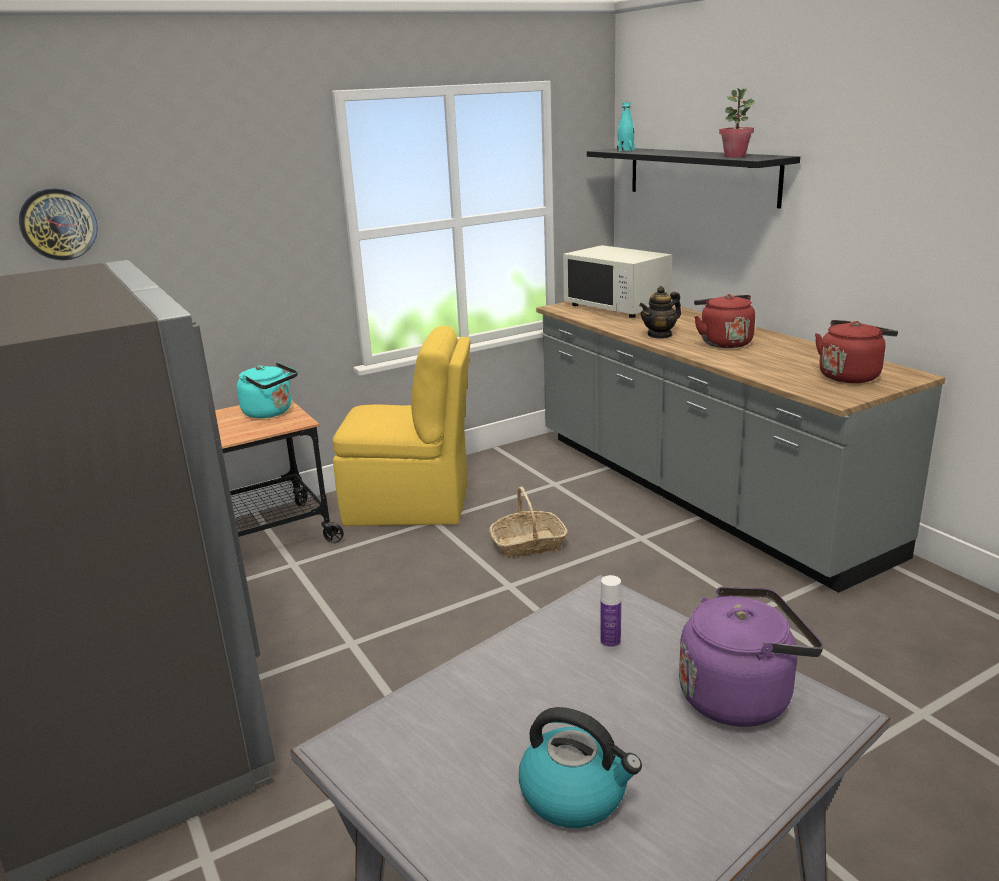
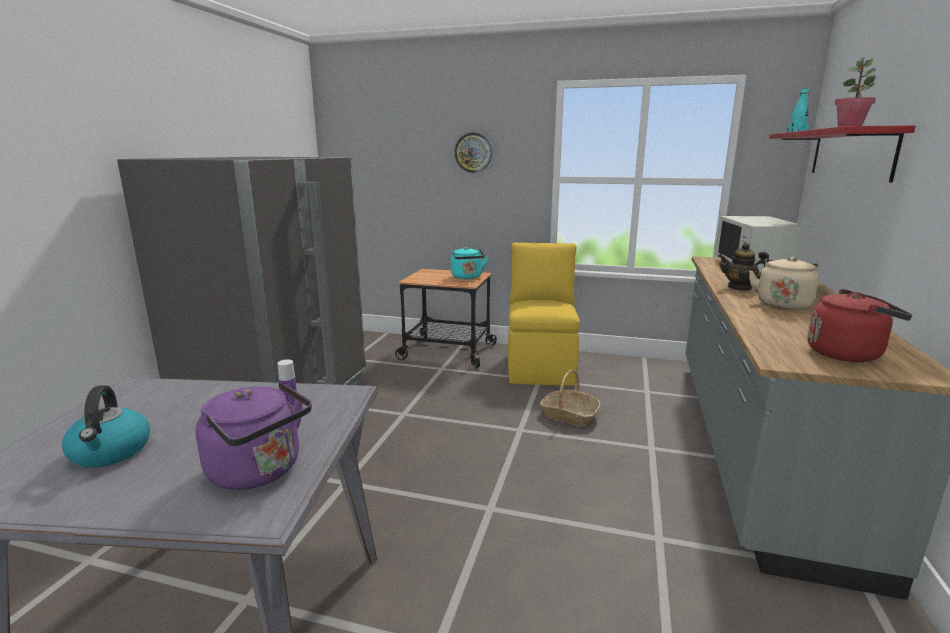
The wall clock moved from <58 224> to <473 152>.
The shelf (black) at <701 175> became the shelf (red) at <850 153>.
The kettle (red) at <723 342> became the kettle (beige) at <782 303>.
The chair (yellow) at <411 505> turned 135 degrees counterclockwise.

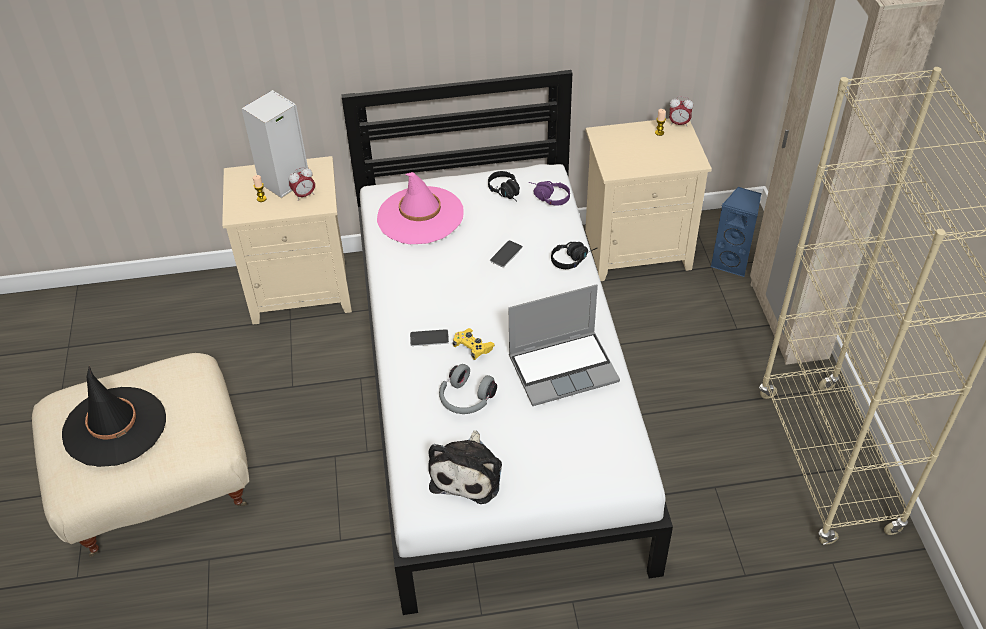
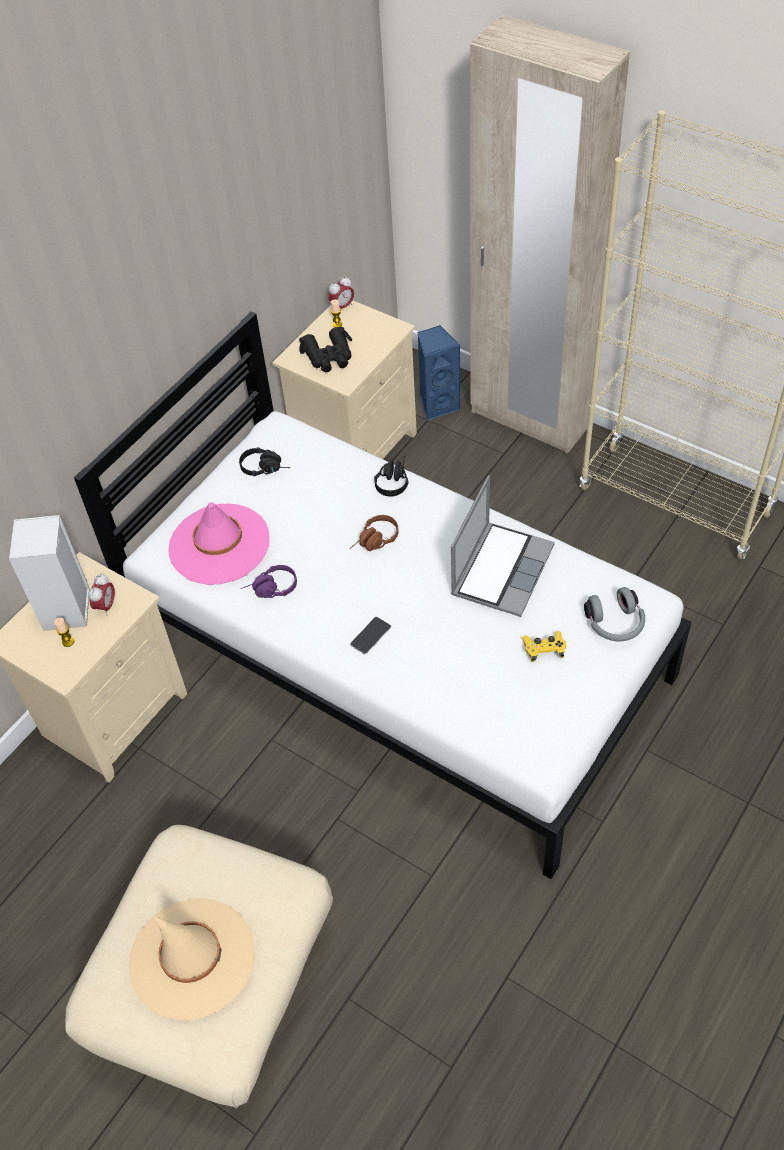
The plush toy at <468 472> disappeared.
The phone at <506 254> disappeared.
The binoculars (black) at <329 356> appeared.
The headphones (brown) at <375 542> appeared.
The headphones (grey) moved from <466 399> to <615 624>.
The game controller (yellow) moved from <472 348> to <544 650>.
The headphones (purple) moved from <547 197> to <270 590>.
The hat (black) at <115 427> became the hat (beige) at <192 958>.

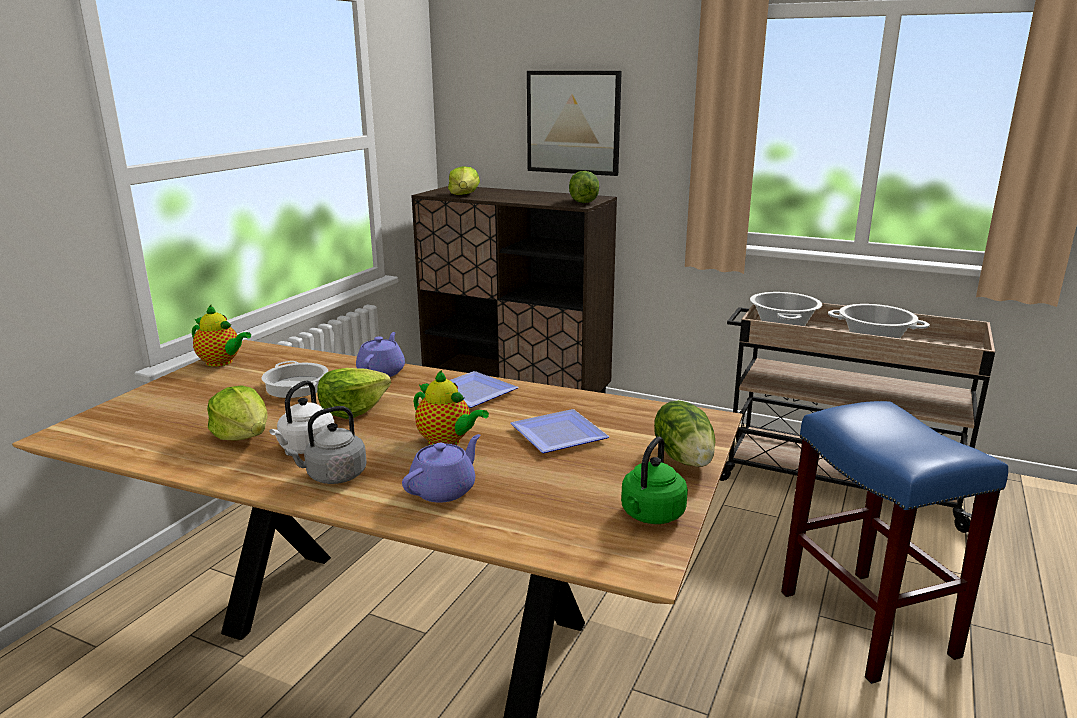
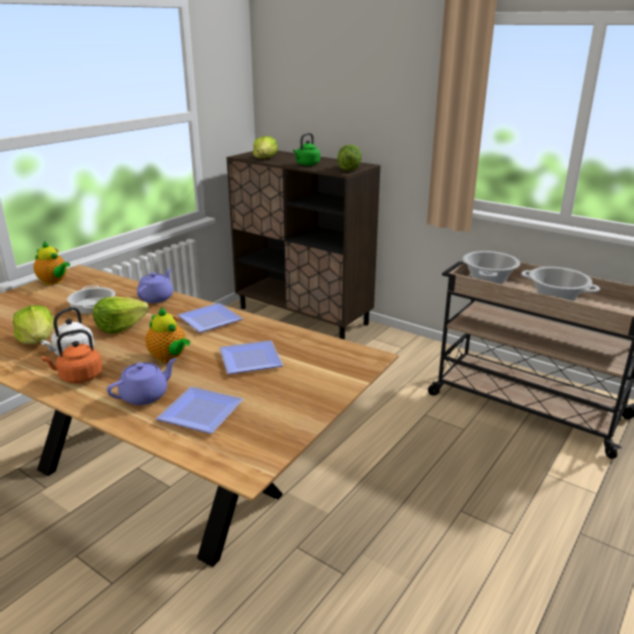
The picture at <573 122> disappeared.
The lettuce at <685 457> disappeared.
The stool (blue) at <869 624> disappeared.
The plate at <197 413> appeared.
The kettle (green) moved from <651 515> to <307 164>.
The kettle (grey) at <333 476> became the kettle (orange) at <78 377>.

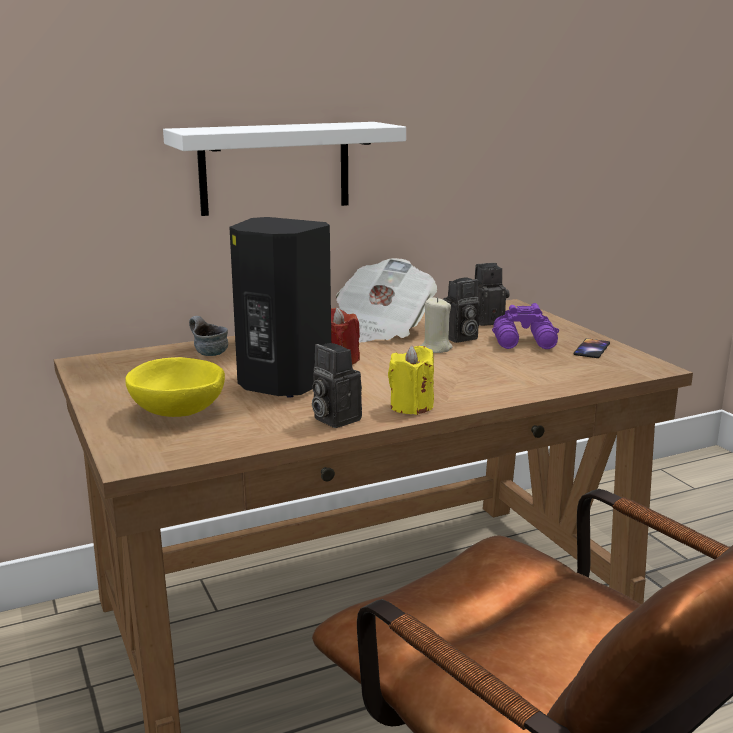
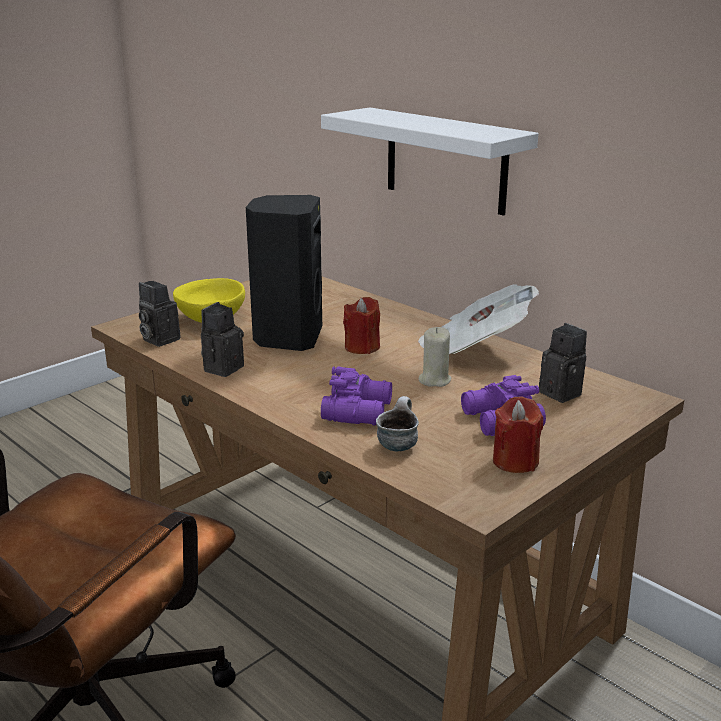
The candle (yellow) at <411 406> disappeared.
The binoculars (purple) at <359 411> appeared.
The mug moved from <207 353> to <397 443>.
The photo camera moved from <459 338> to <158 339>.
The phone at <591 349> was replaced by the candle (red) at <515 461>.

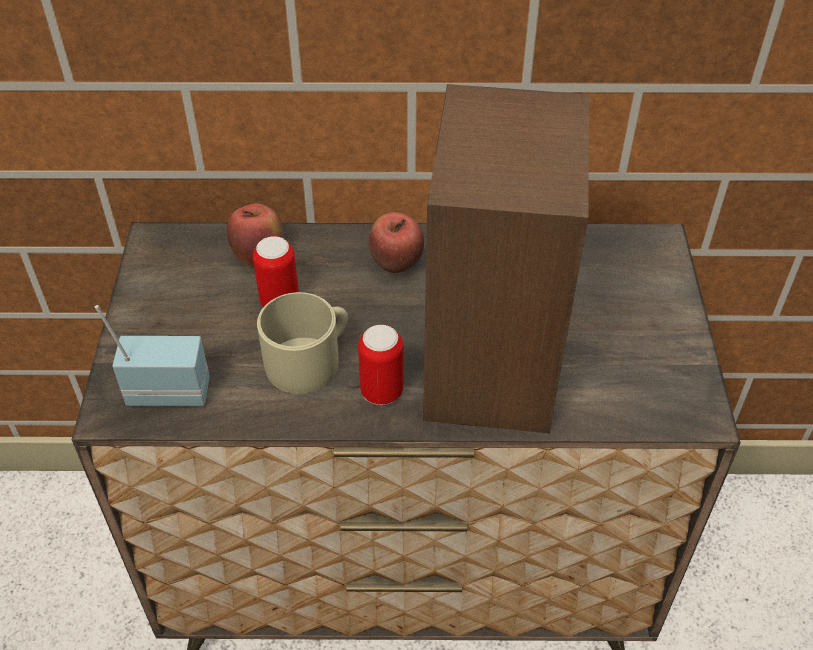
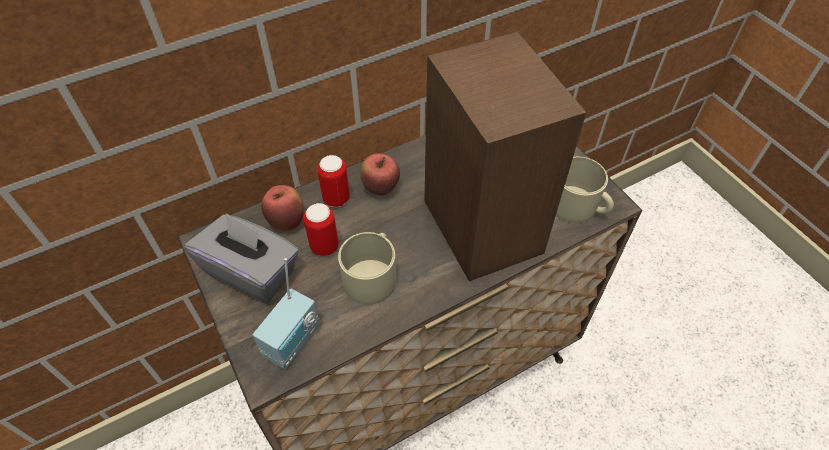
The tissue box (grey) at <252 272> appeared.
The mug (beige) at <578 207> appeared.
The can moved from <382 391> to <336 198>.
The radio at <169 390> turned 150 degrees clockwise.

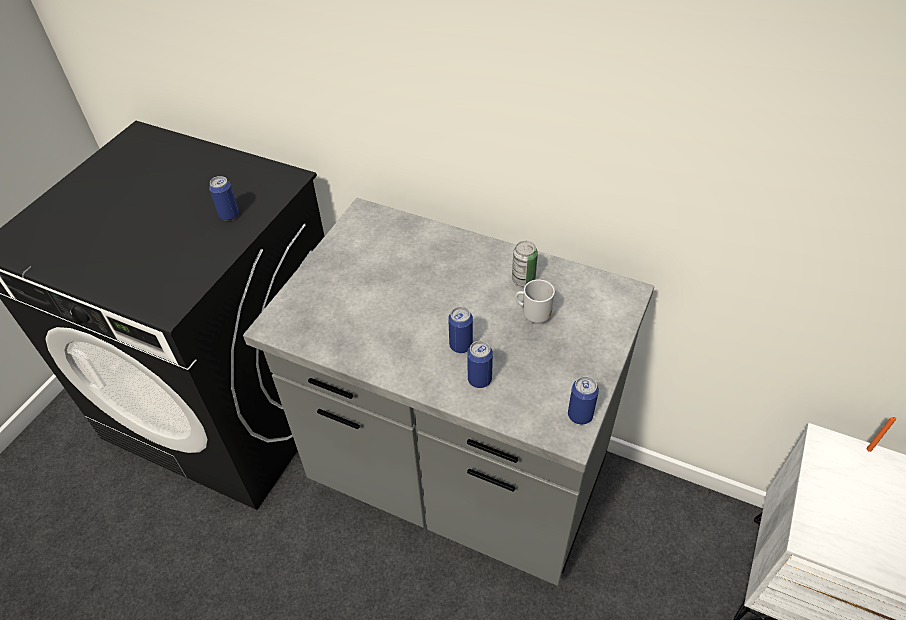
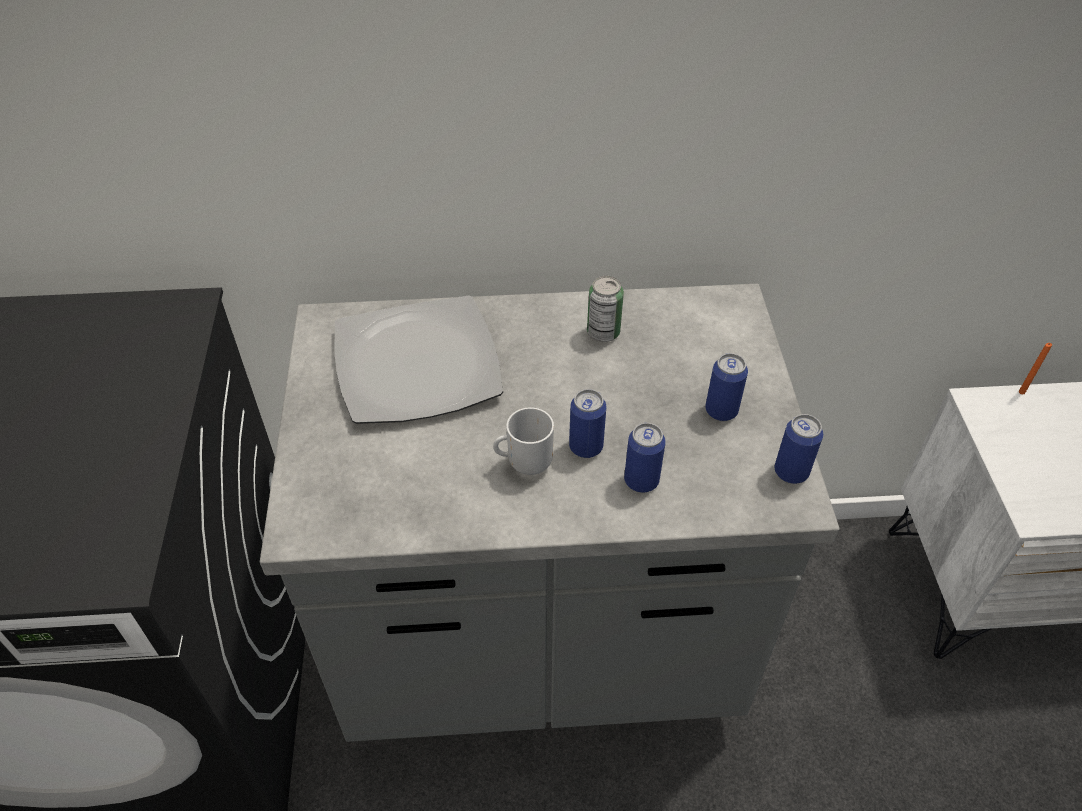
The plate at <415 364> appeared.
The can moved from <229 215> to <721 411>.
The mug moved from <534 315> to <526 462>.

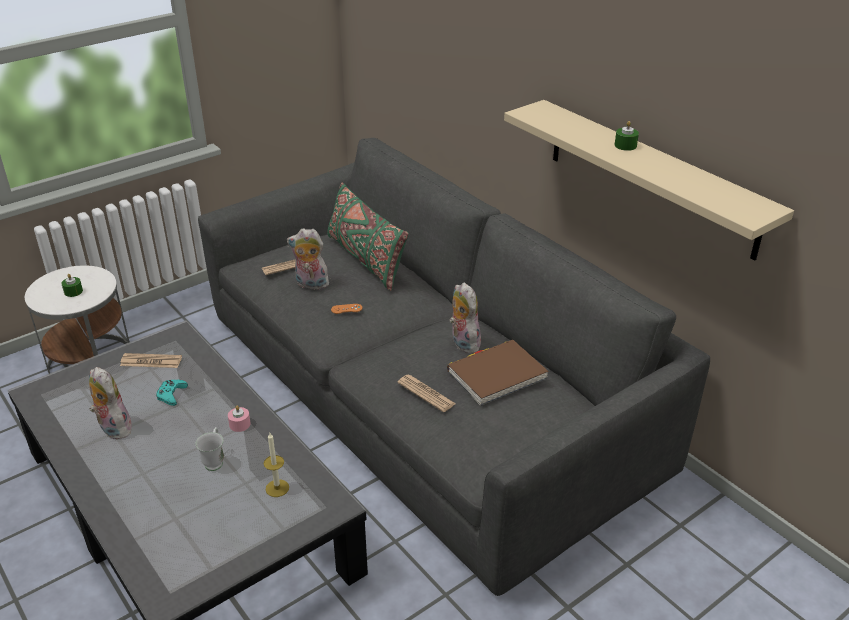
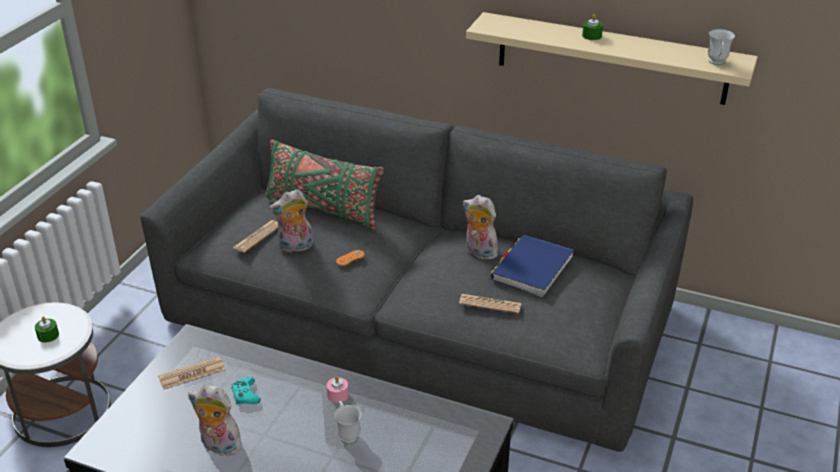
The candle at <277 488> disappeared.
The mug (white) at <717 63> appeared.
The book (brown) at <496 375> became the book (blue) at <532 269>.

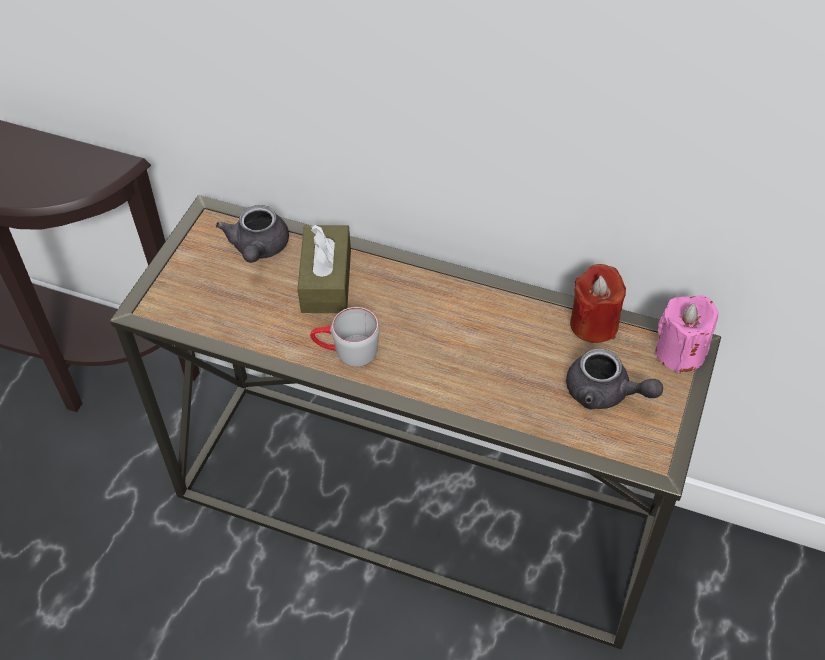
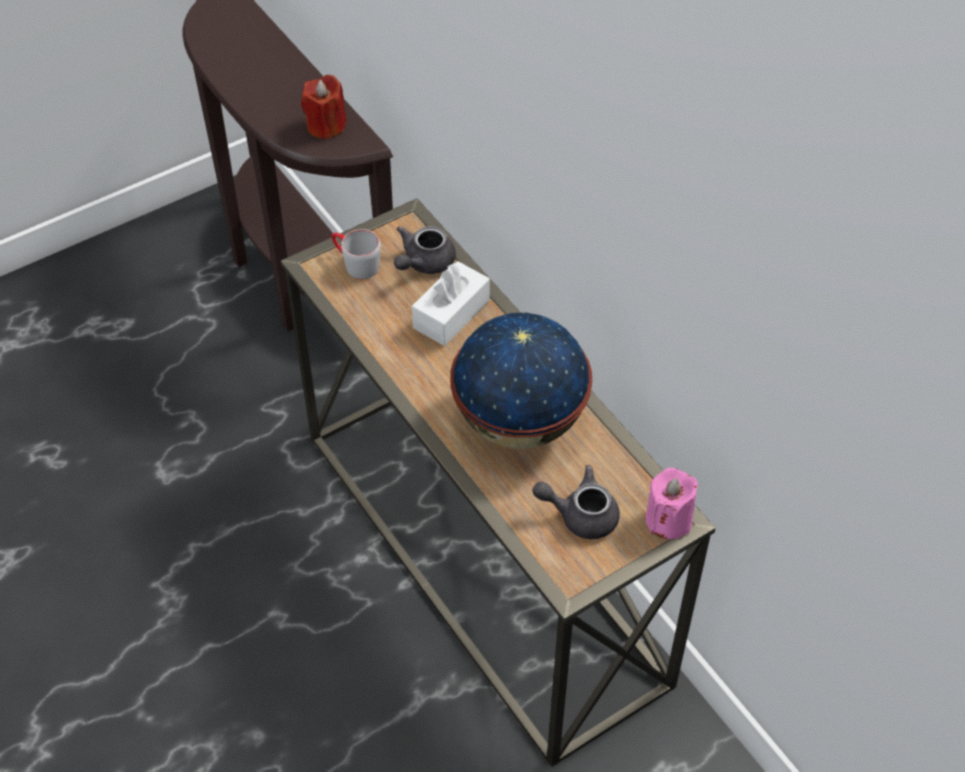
The globe at <520 421> appeared.
The mug (grey) moved from <346 352> to <355 264>.
The candle (red) moved from <593 324> to <326 126>.
The tissue box (brown) at <326 281> became the tissue box (white) at <451 314>.
The teapot (grey) at <605 393> turned 120 degrees clockwise.

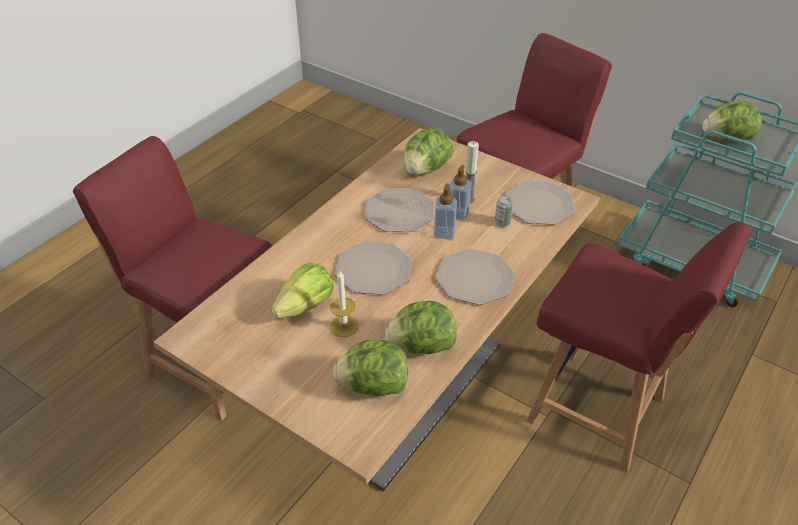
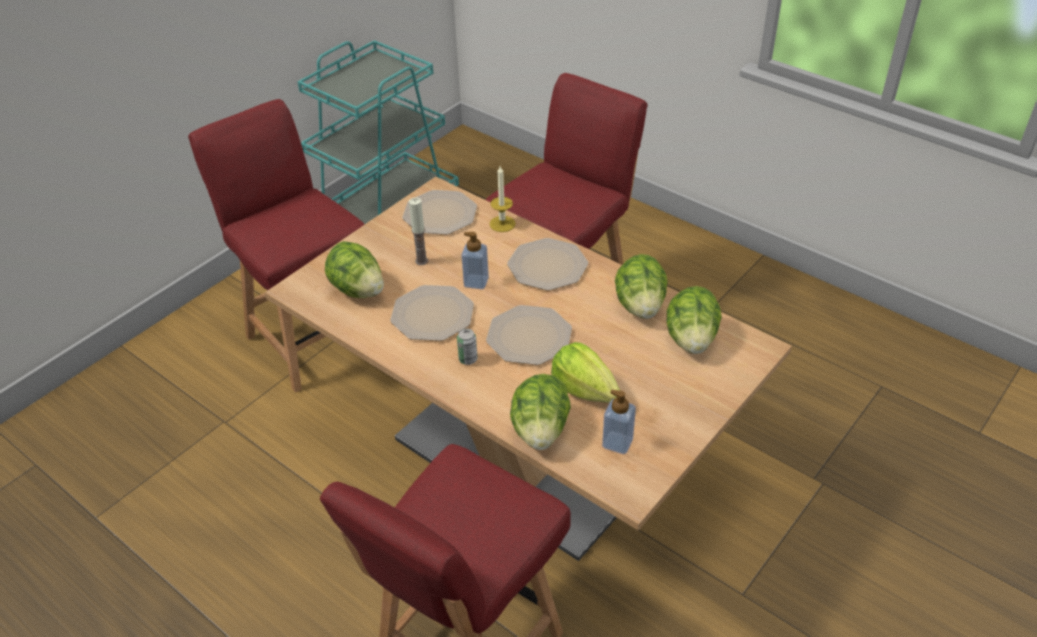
The candle moved from <344 326> to <502 224>.
The soap dispenser moved from <458 214> to <617 443>.
The can moved from <502 223> to <468 359>.
The lettuce moved from <726 139> to <540 430>.

